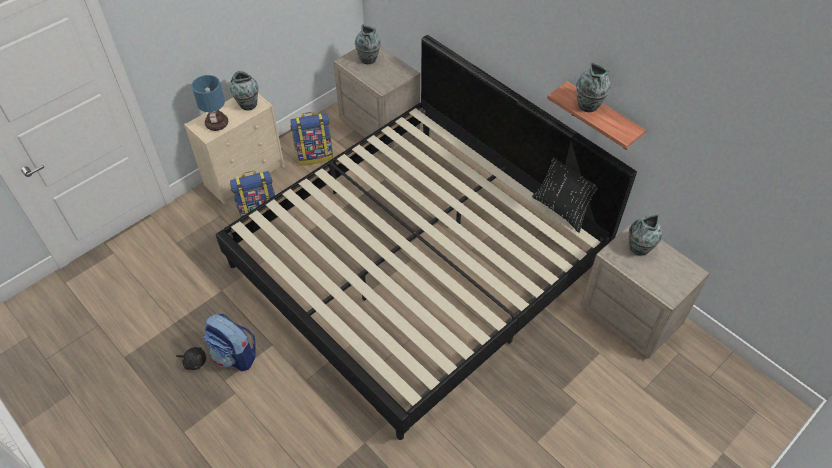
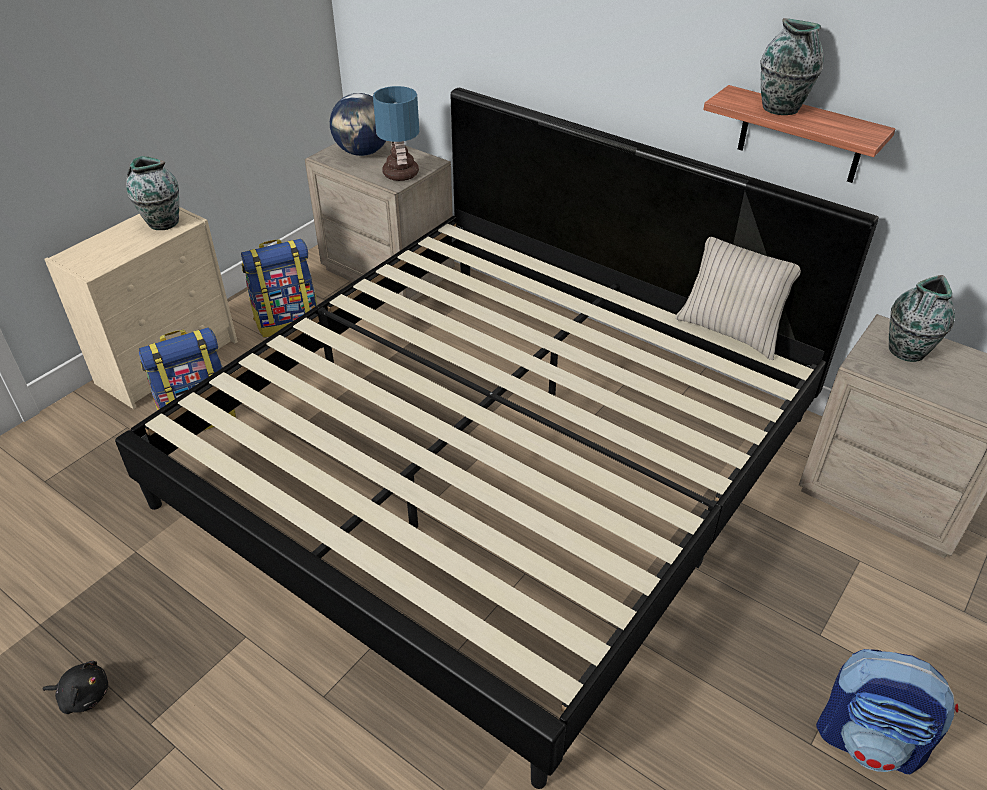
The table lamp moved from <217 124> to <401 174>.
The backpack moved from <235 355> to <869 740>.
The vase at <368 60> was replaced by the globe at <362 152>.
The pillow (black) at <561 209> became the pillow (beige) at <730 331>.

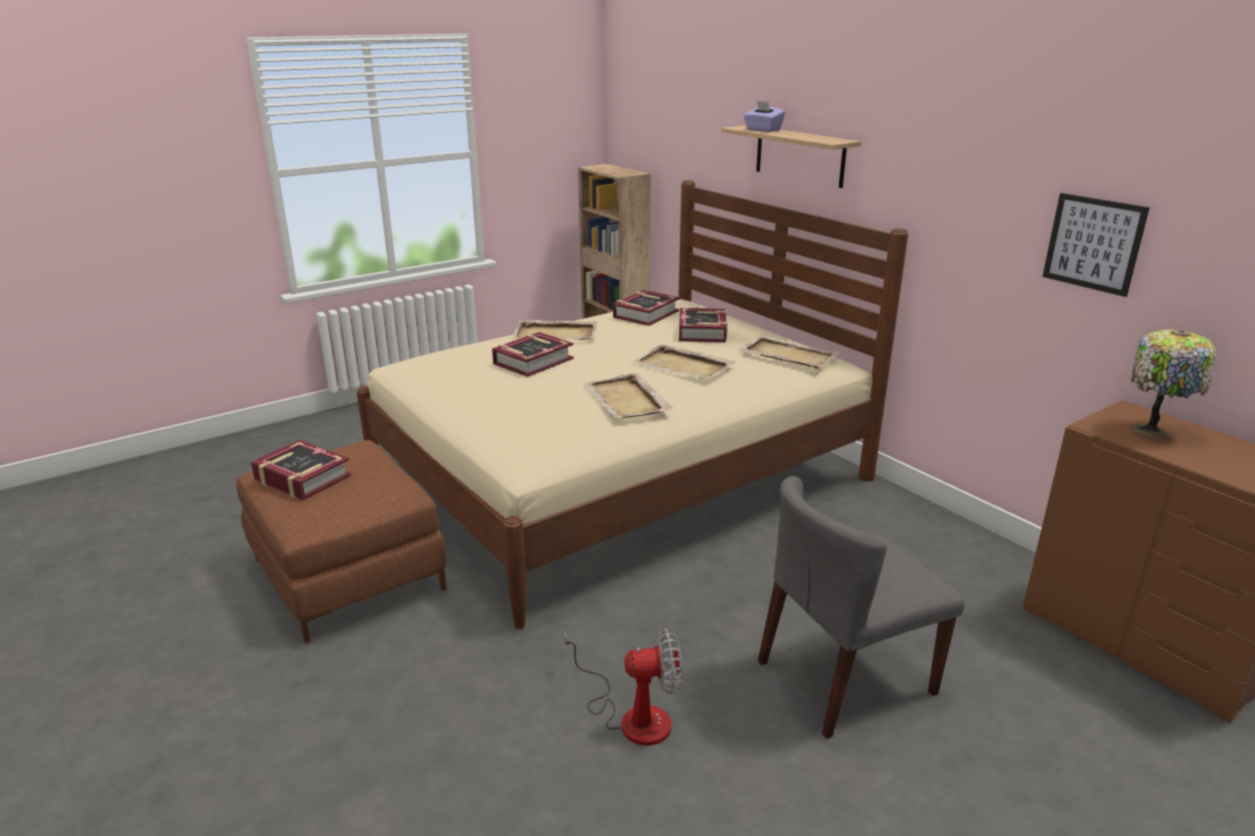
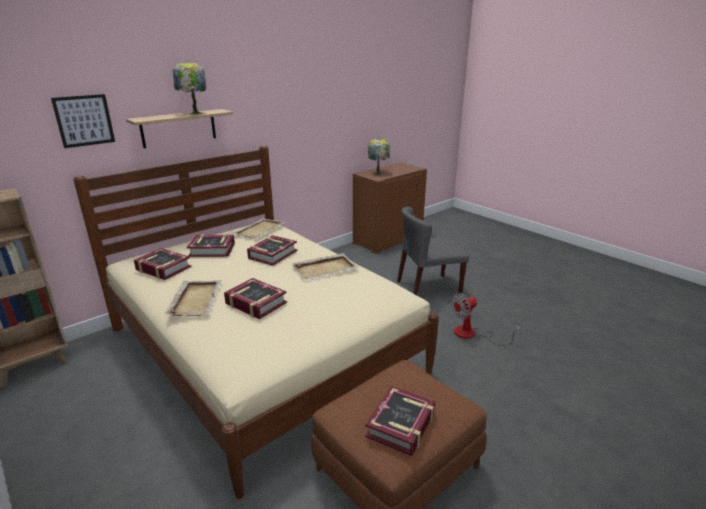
The tissue box (purple) at <762 130> disappeared.
The table lamp at <194 113> appeared.
The picture moved from <1093 243> to <84 120>.
The tray (beige) at <684 366> was replaced by the book at <272 254>.
The fan at <632 716> turned 105 degrees counterclockwise.
The chair (grey) at <845 678> turned 105 degrees clockwise.

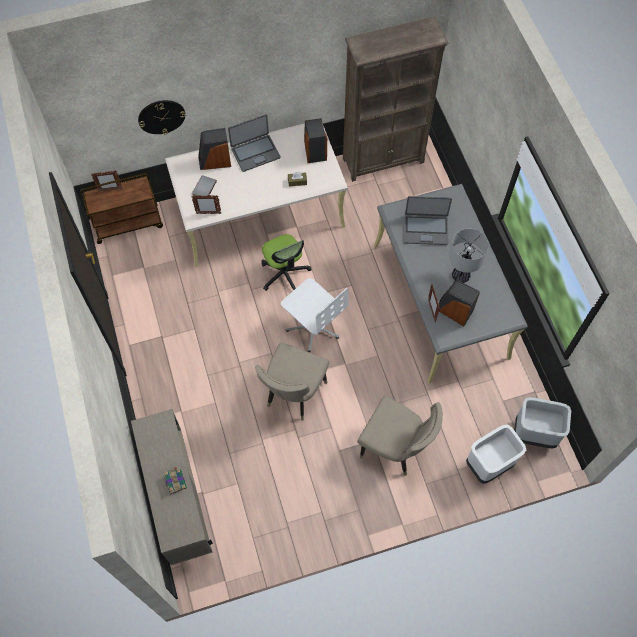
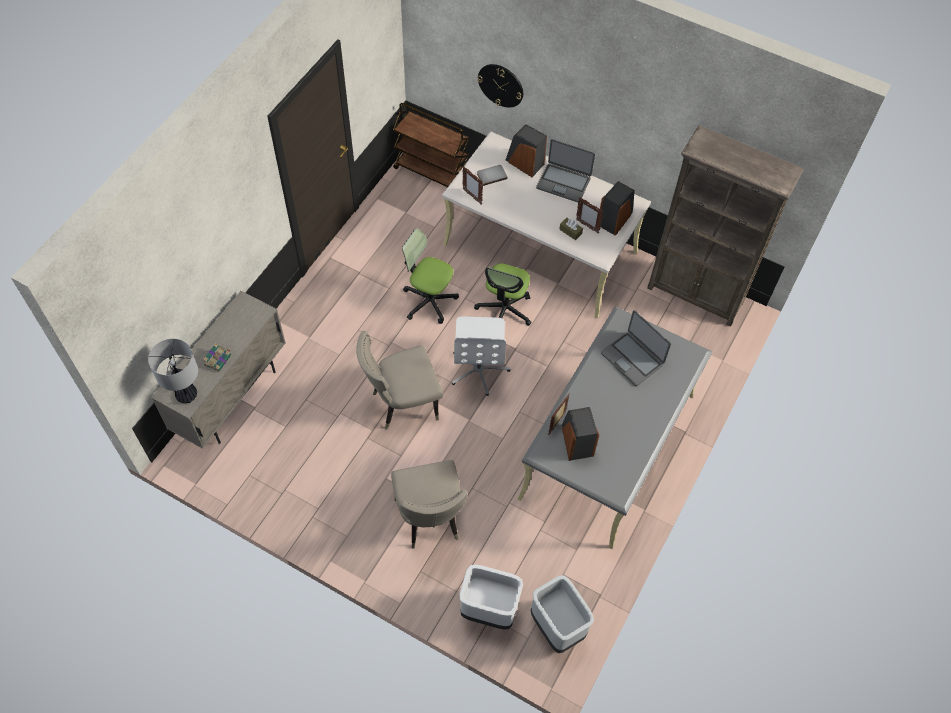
The office chair at <429 301> appeared.
The picture frame moved from <110 190> to <587 226>.
The table lamp moved from <461 276> to <187 395>.

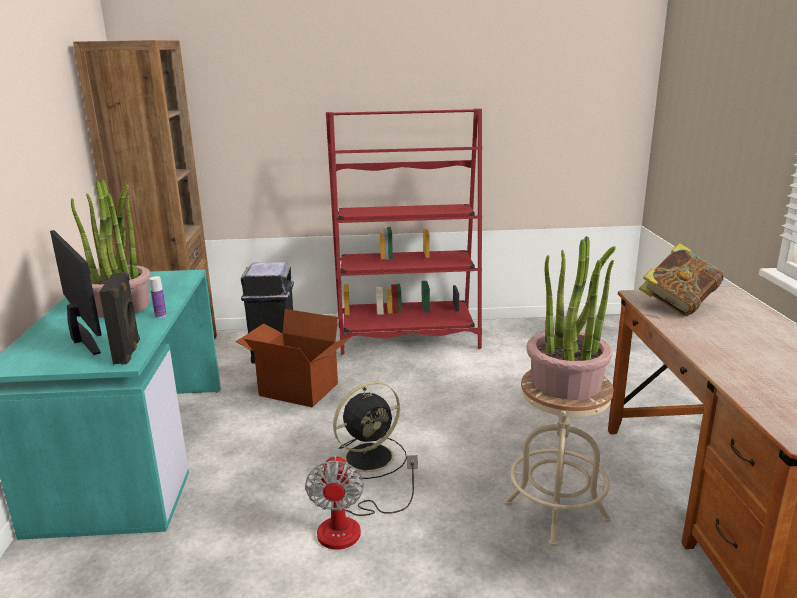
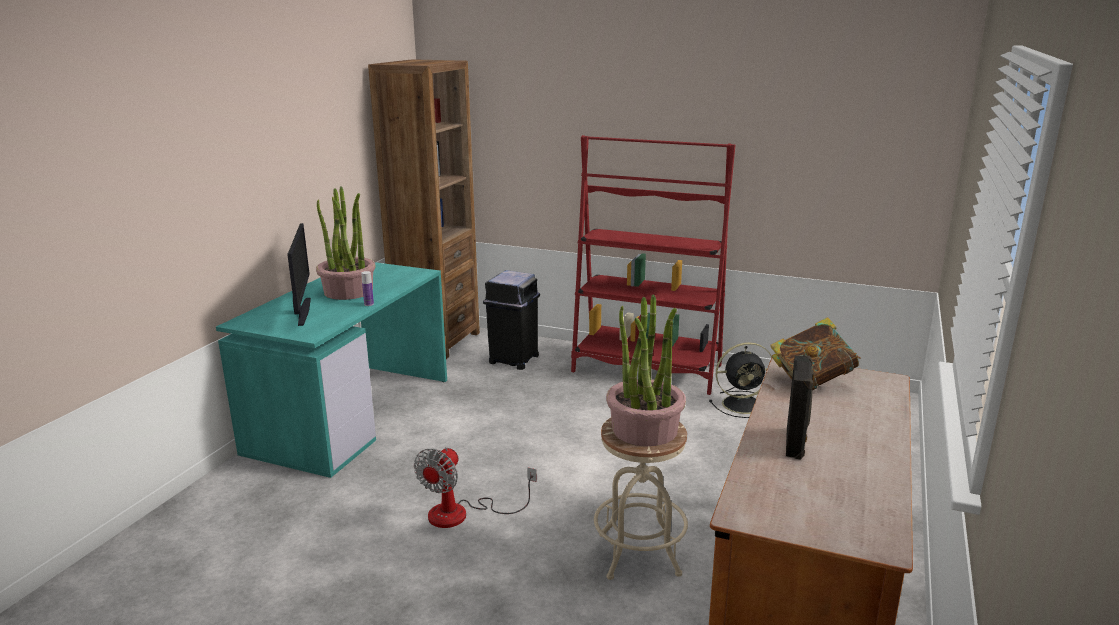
The cardboard box at <297 390> disappeared.
The speaker (black) moved from <128 352> to <796 443>.
The fan (black) moved from <371 456> to <744 404>.

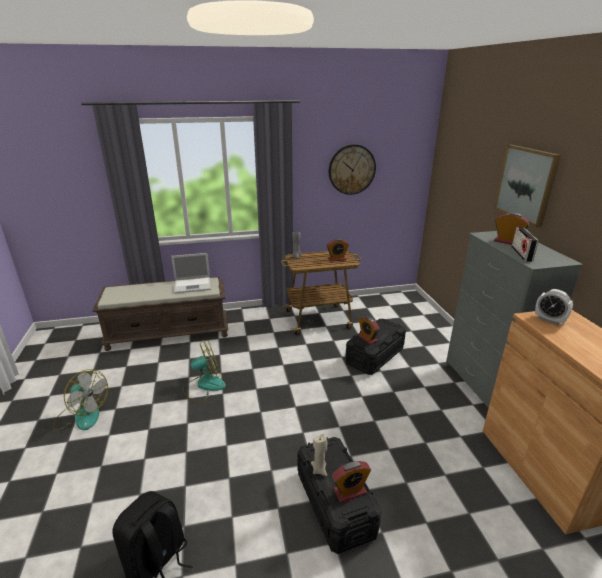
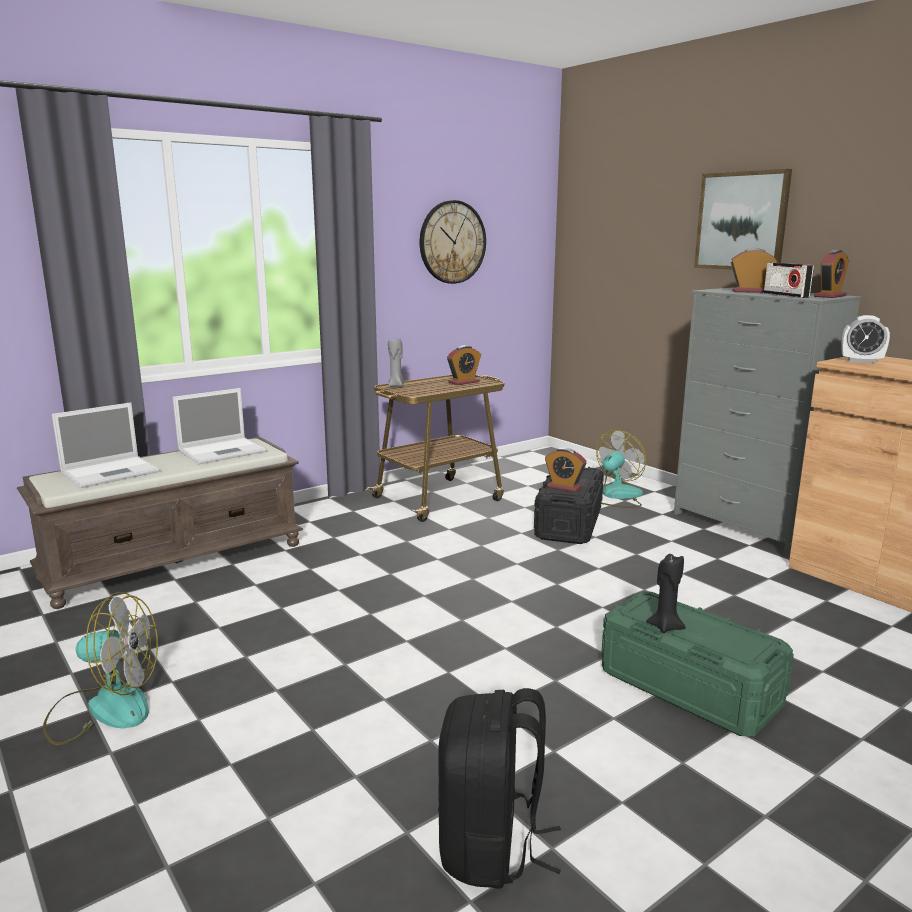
The laptop at <112 472> appeared.
The fan moved from <204 386> to <616 496>.
The alarm clock moved from <350 491> to <830 296>.
The storage box (black) at <335 503> became the storage box (green) at <689 688>.
The candle (beige) at <319 469> became the candle (black) at <665 626>.

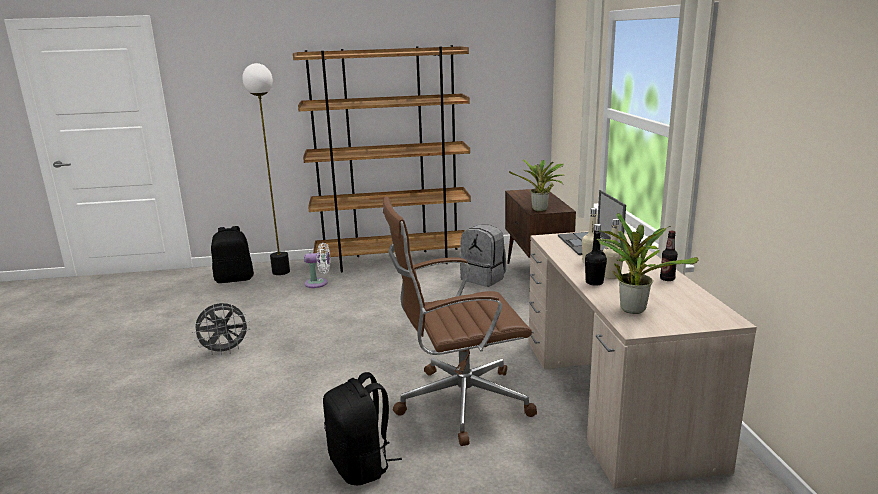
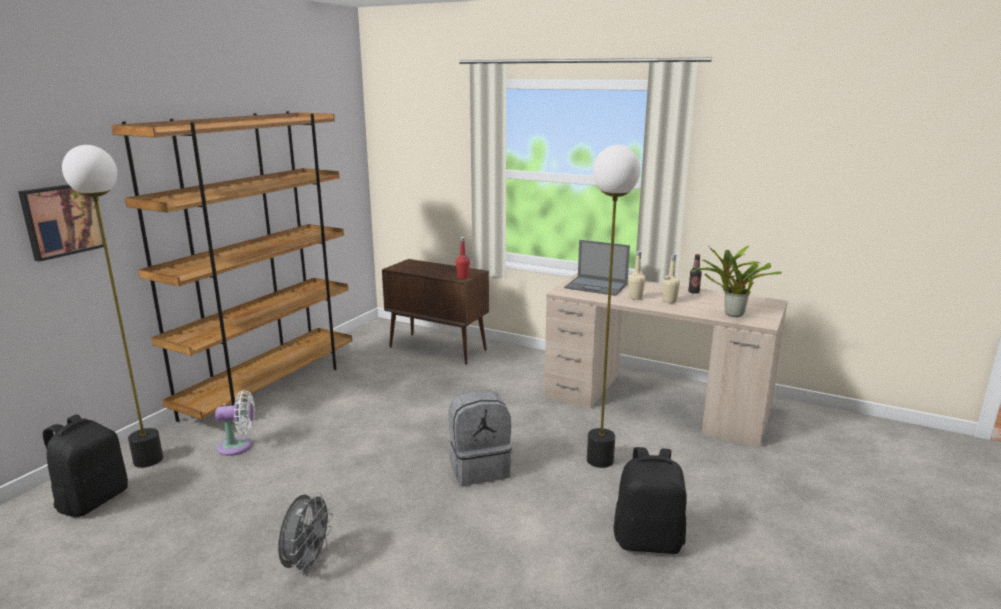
The bottle (black) at <594 282> disappeared.
The picture at <62 220> appeared.
The backpack (grey) moved from <484 278> to <479 468>.
The office chair (brown) at <459 403> was replaced by the floor lamp at <599 460>.
The potted plant at <540 210> was replaced by the bottle (red) at <463 277>.
The fan (white) at <318 283> turned 45 degrees clockwise.

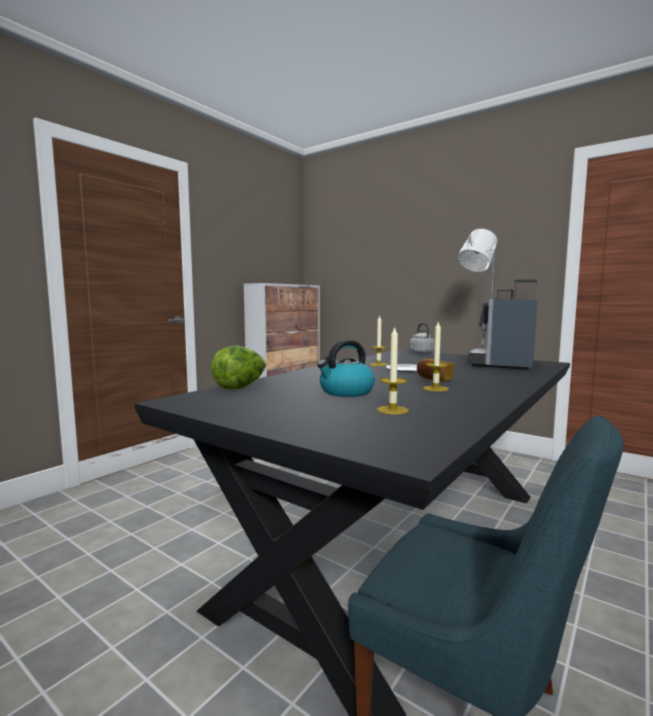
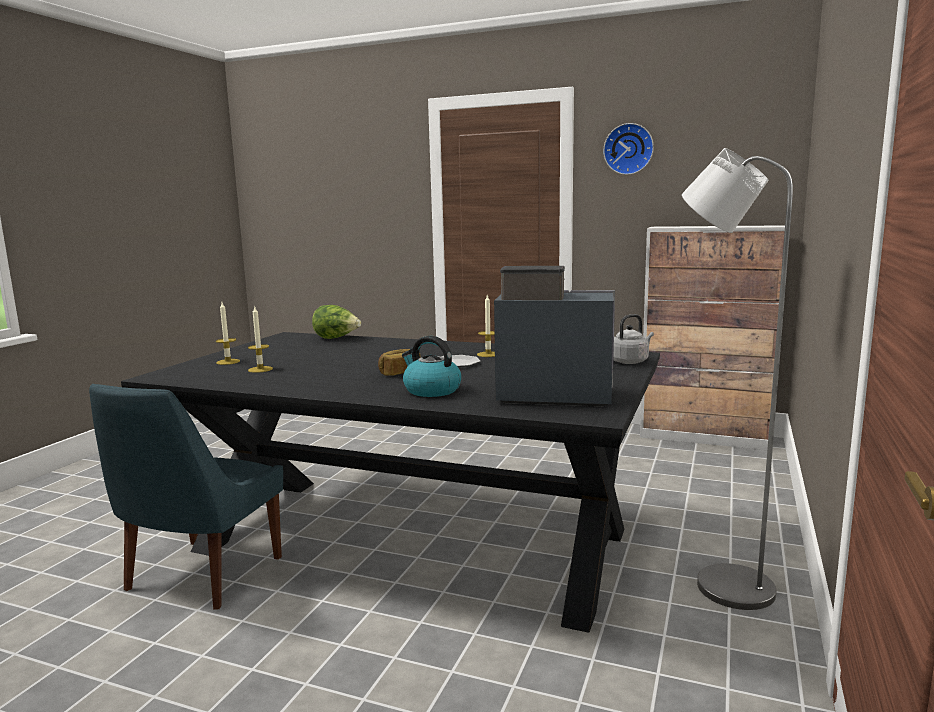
The wall clock at <628 149> appeared.
The kettle moved from <346 392> to <431 390>.
The candle moved from <435 388> to <228 362>.

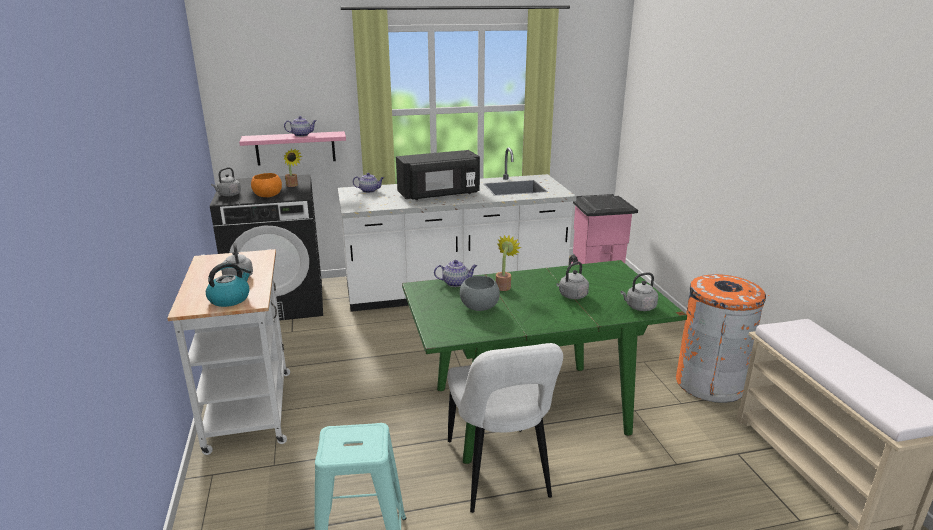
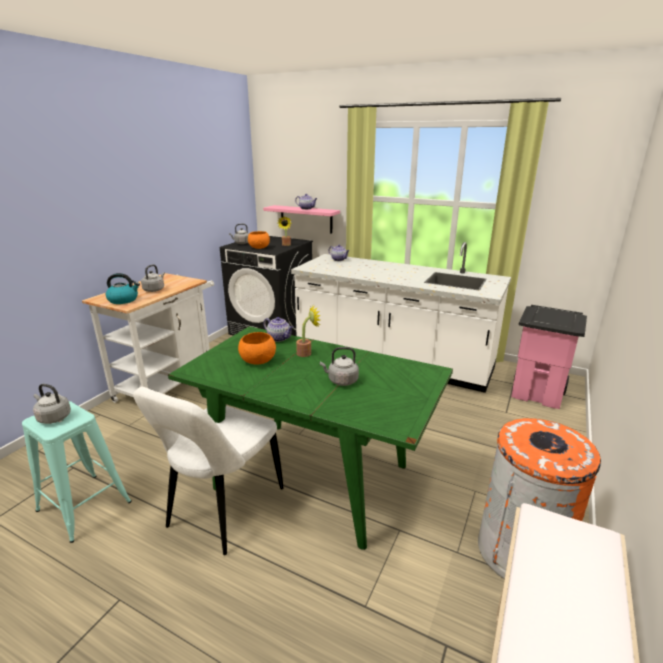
The microwave (black) at <439 195> disappeared.
The kettle (grey) moved from <639 307> to <53 417>.
The bowl (grey) at <479 306> became the bowl (orange) at <258 360>.

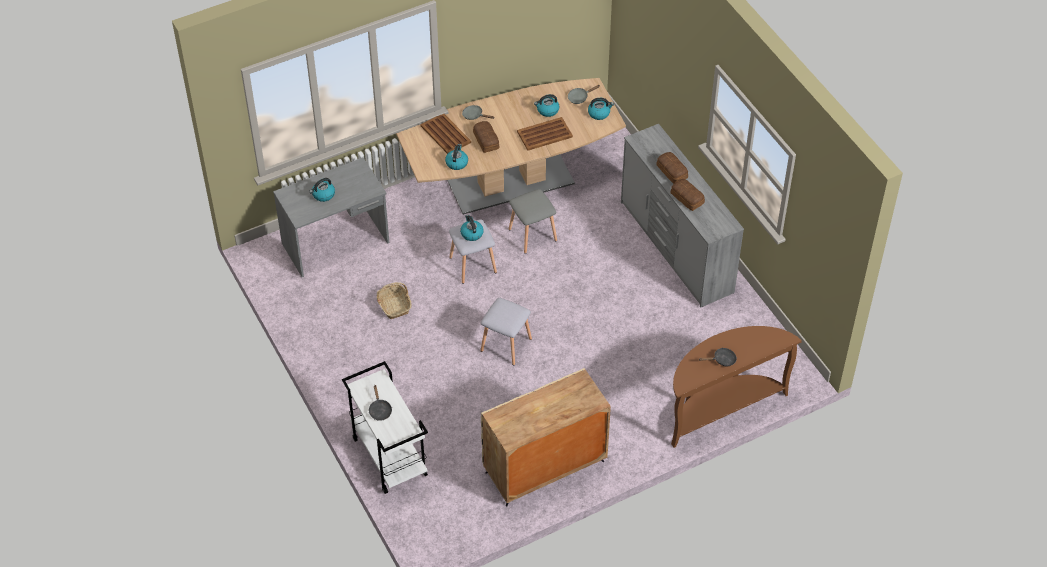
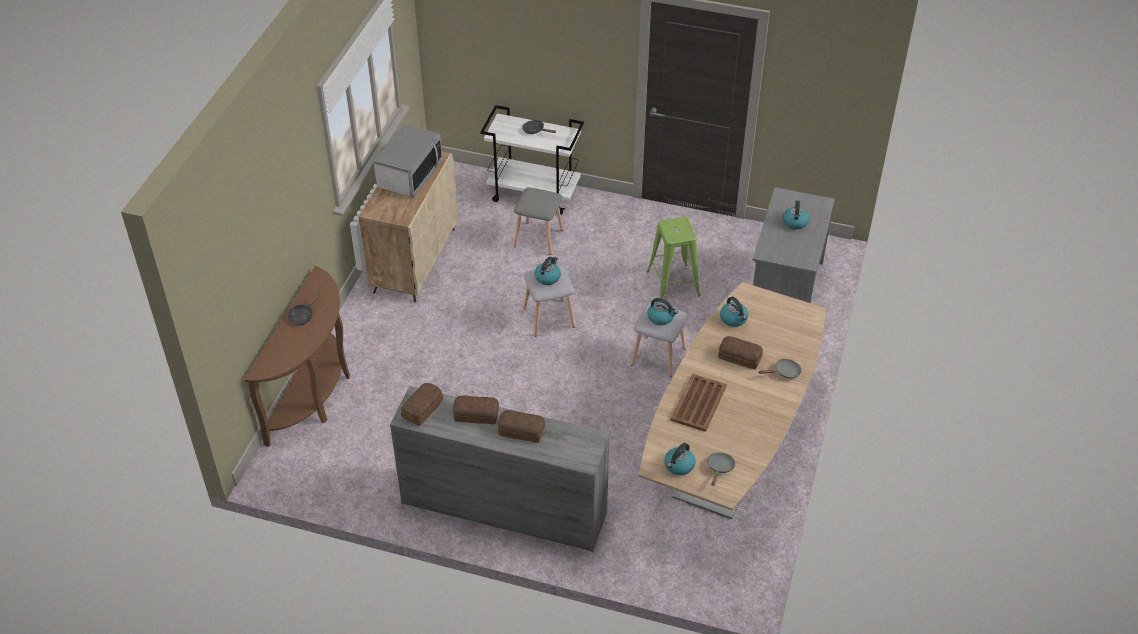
The tray (brown) at <445 134> disappeared.
The microwave at <409 175> appeared.
The bread at <423 408> appeared.
The stool (grey) moved from <532 235> to <538 237>.
The kettle moved from <547 110> to <548 277>.
The basket at <394 305> was replaced by the stool (green) at <673 283>.

